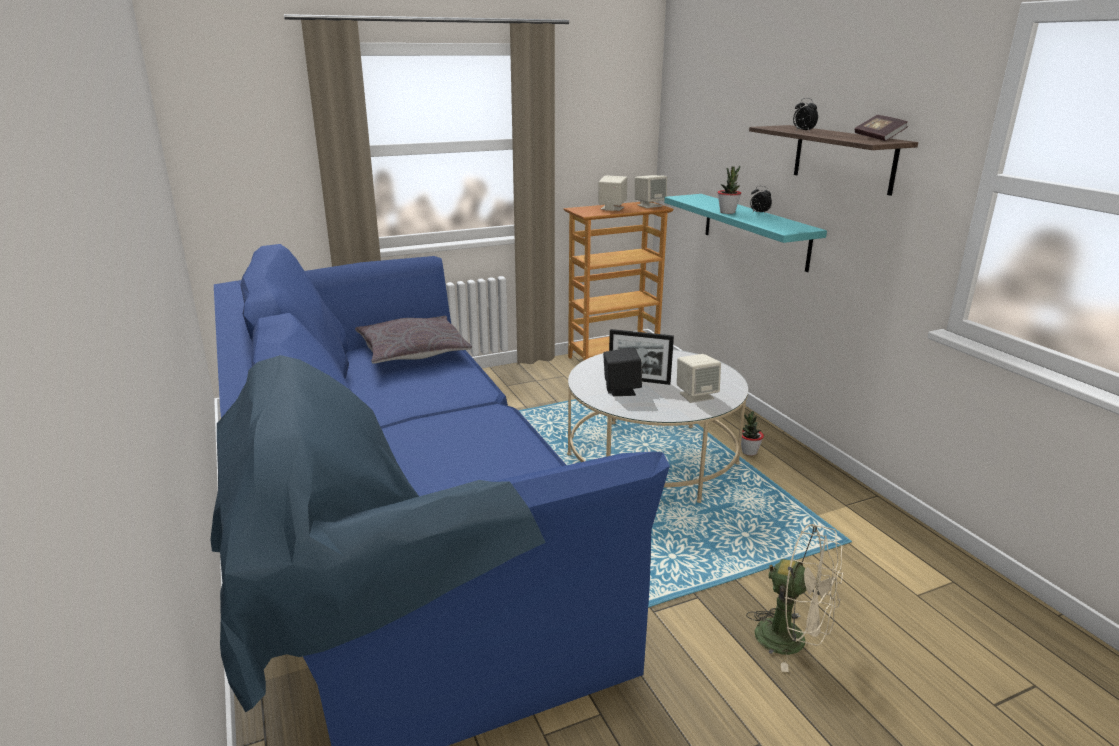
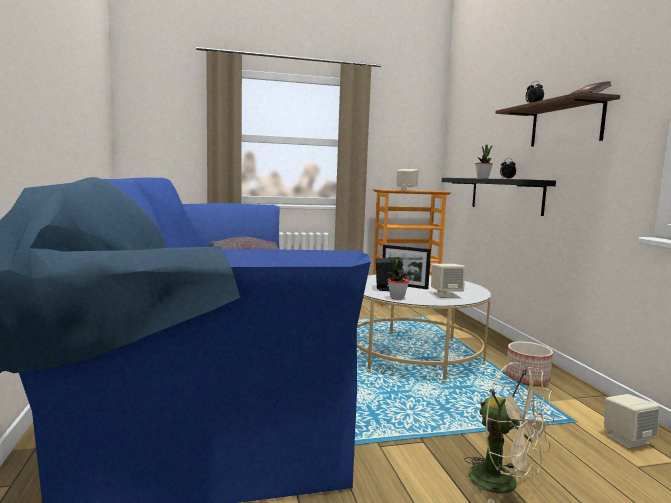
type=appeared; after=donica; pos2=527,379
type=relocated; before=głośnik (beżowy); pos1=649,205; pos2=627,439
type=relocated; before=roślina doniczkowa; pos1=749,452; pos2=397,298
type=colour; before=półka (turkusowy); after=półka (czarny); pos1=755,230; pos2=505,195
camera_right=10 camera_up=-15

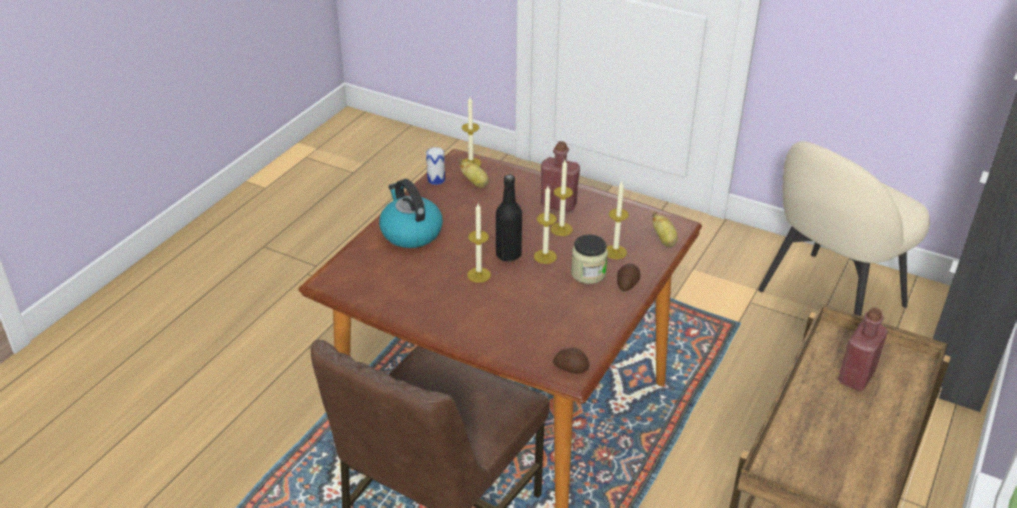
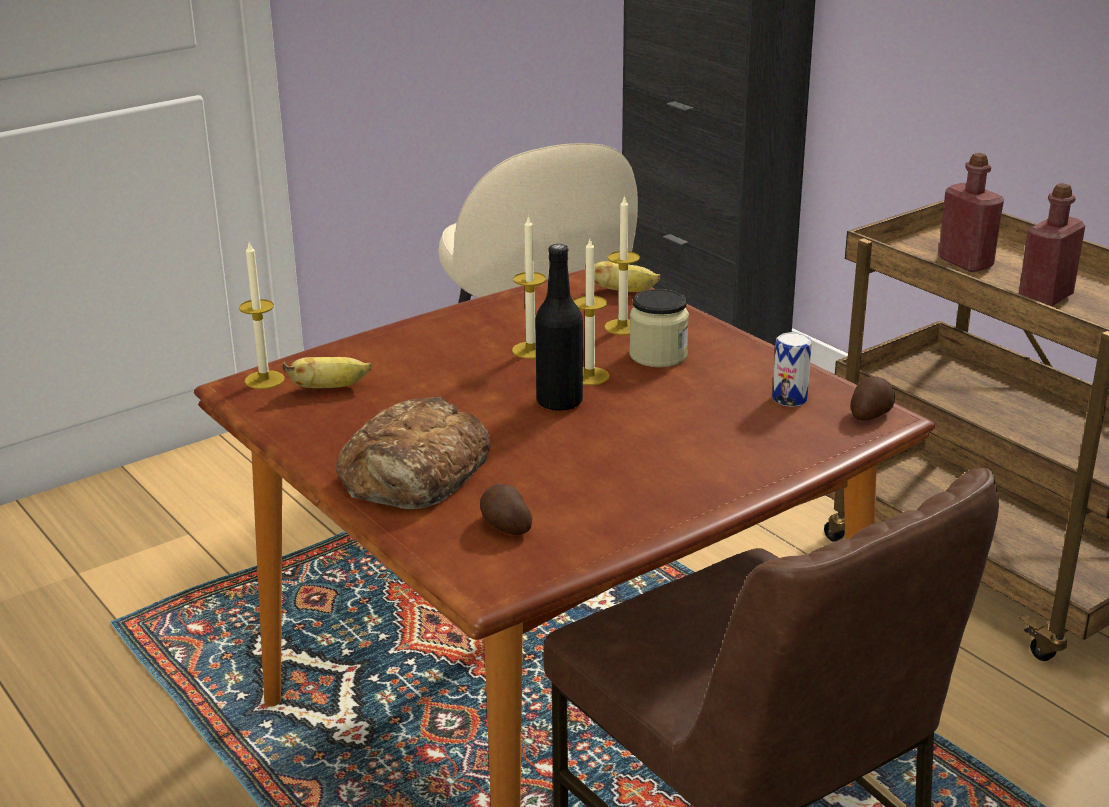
type=missing; before=świeca; pos1=479,275
type=relocated; before=puszka; pos1=436,180; pos2=789,398
type=relocated; before=butelka (czerwony); pos1=558,205; pos2=1045,298
type=relocated; before=ziemniak; pos1=627,284; pos2=505,526
type=exchanged; before=czajnik; after=chleb; pos1=410,232; pos2=415,472
camera_right=-65 camera_up=-10

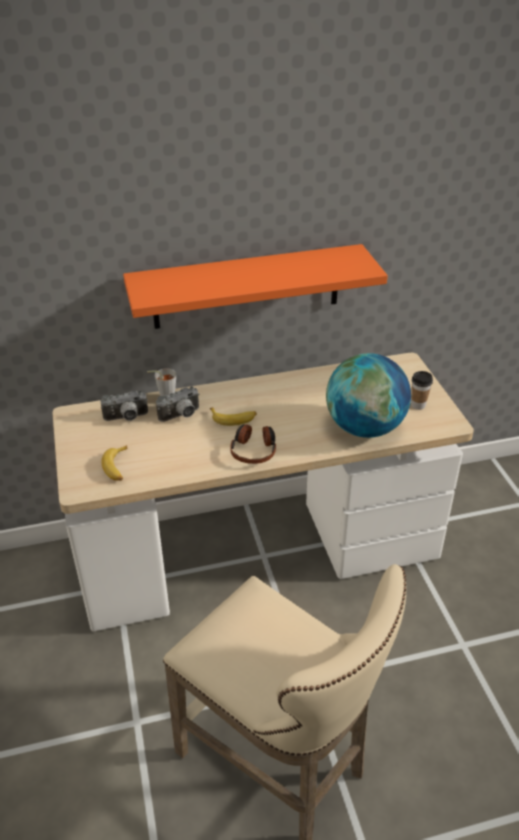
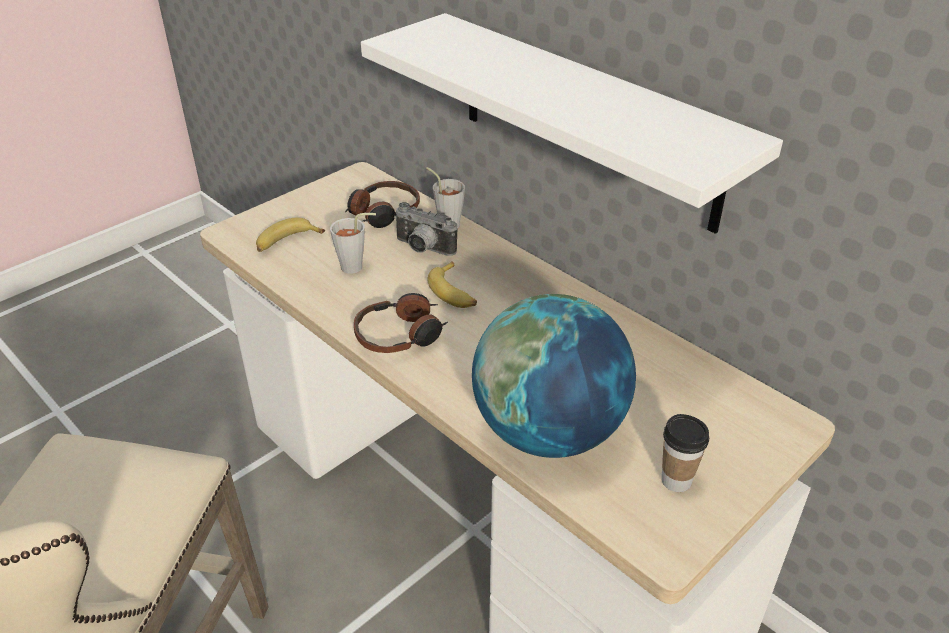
type=appeared; after=filiżanka (szary); pos2=357,267
type=exchanged; before=aparat fotograficzny; after=słuchawki; pos1=126,418; pos2=383,212
type=colour; before=półka (pomarańczowy); after=półka (biały); pos1=246,287; pos2=586,120
camera_right=60 camera_up=0

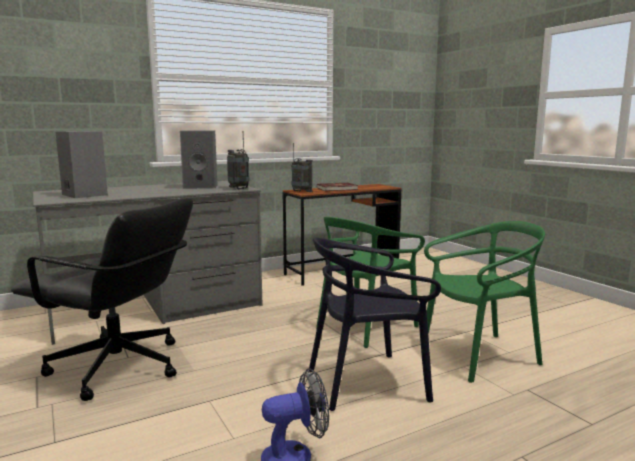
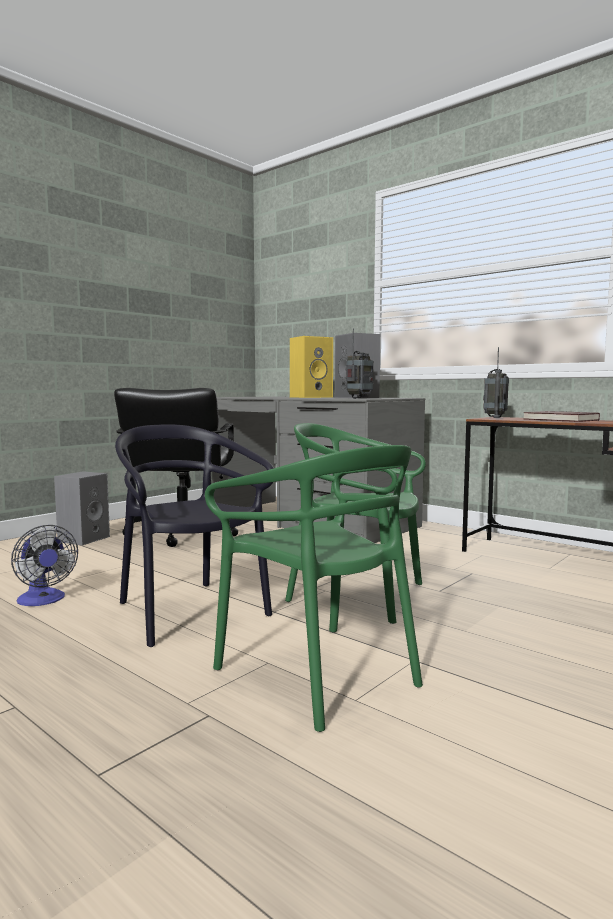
type=appeared; after=głośnik (żółty); pos2=311,397
type=relocated; before=głośnik (szary); pos1=83,195; pos2=84,538
camera_right=70 camera_up=-5

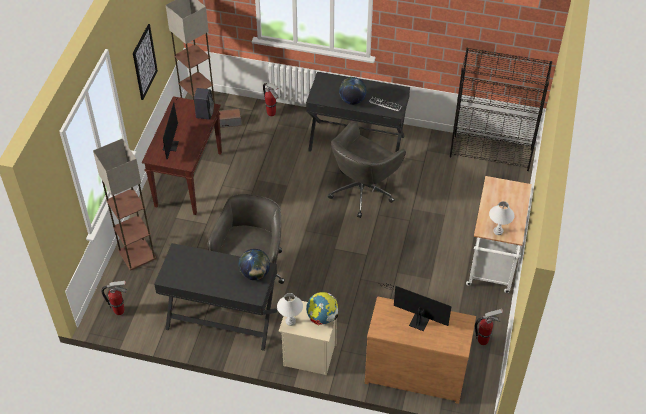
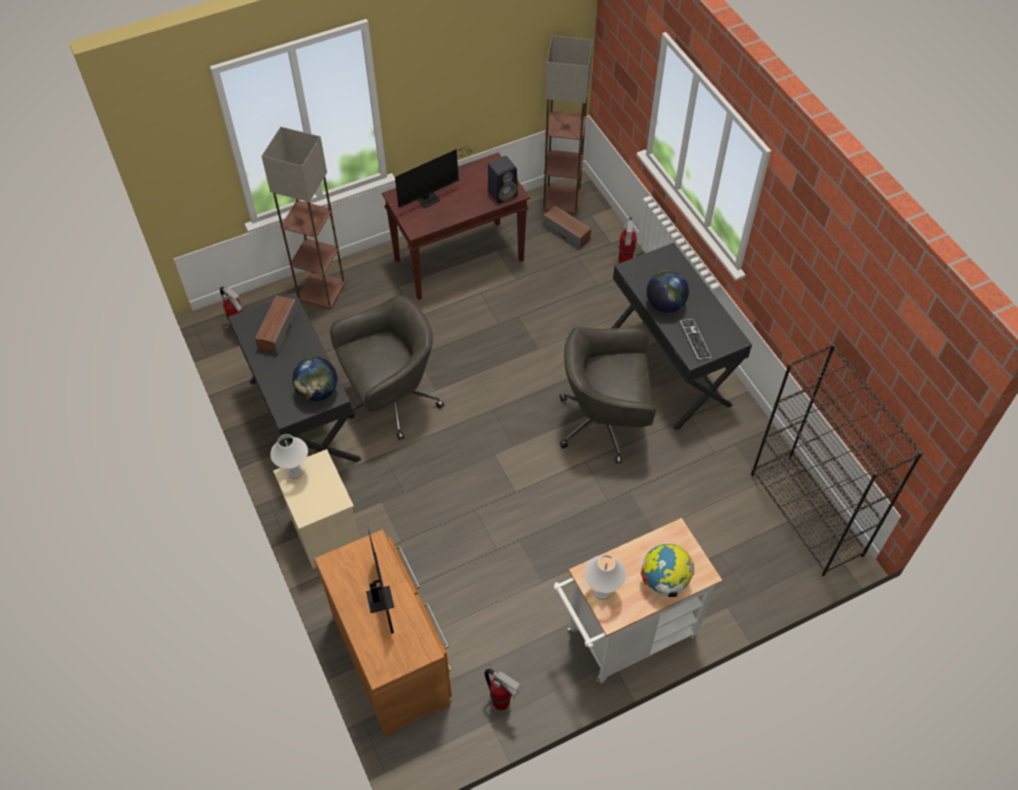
type=missing; before=obraz; pos1=144,62
type=appeared; after=głośnik; pos2=278,330
type=relocated; before=globus; pos1=322,317; pos2=664,581
camera_right=50 camera_up=5

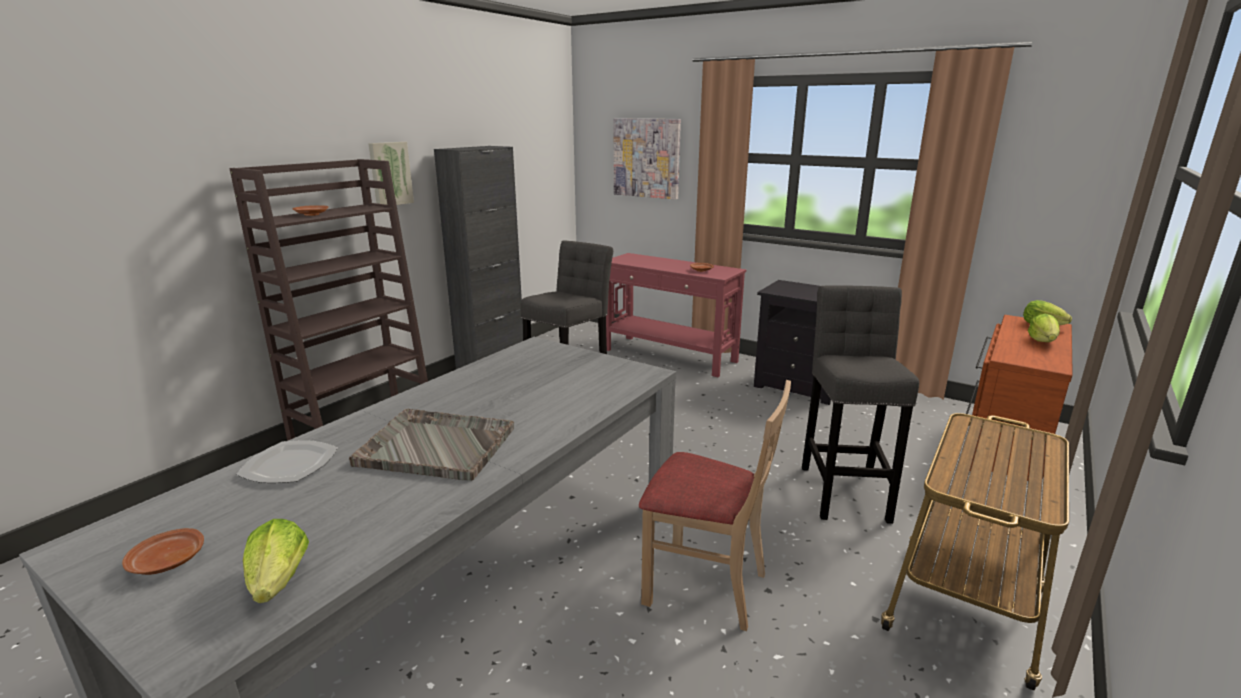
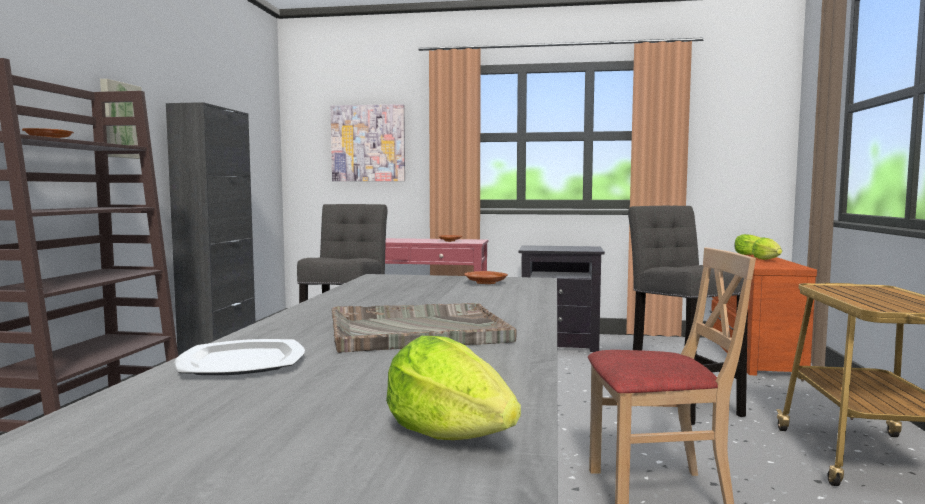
type=relocated; before=talerz (brązowy); pos1=167,562; pos2=486,283
camera_right=-25 camera_up=-15

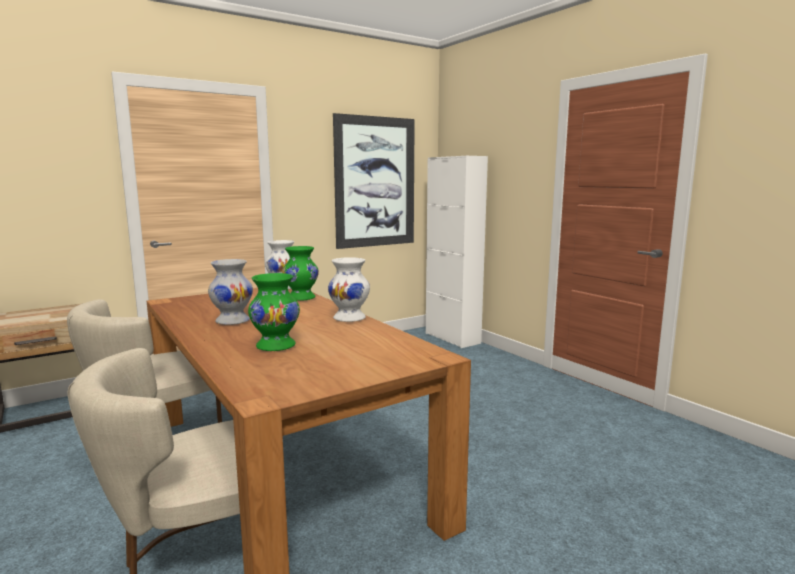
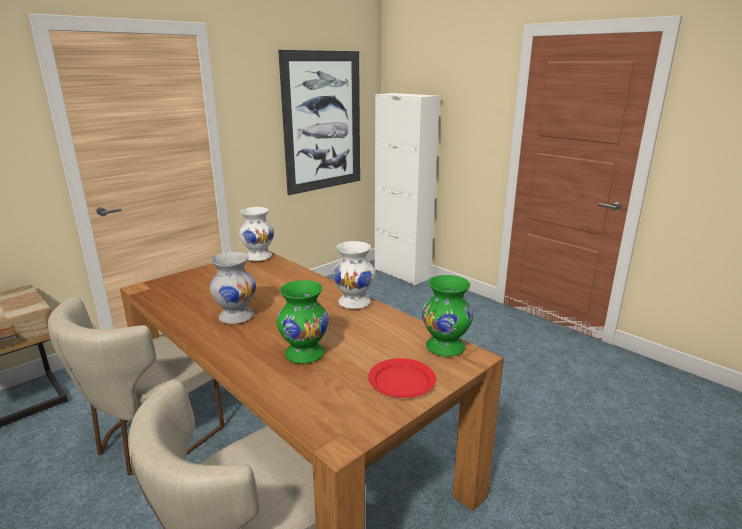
type=appeared; after=talerz (czerwony); pos2=401,381
type=relocated; before=wazon (zielony); pos1=301,298; pos2=444,347
camera_right=-10 camera_up=10

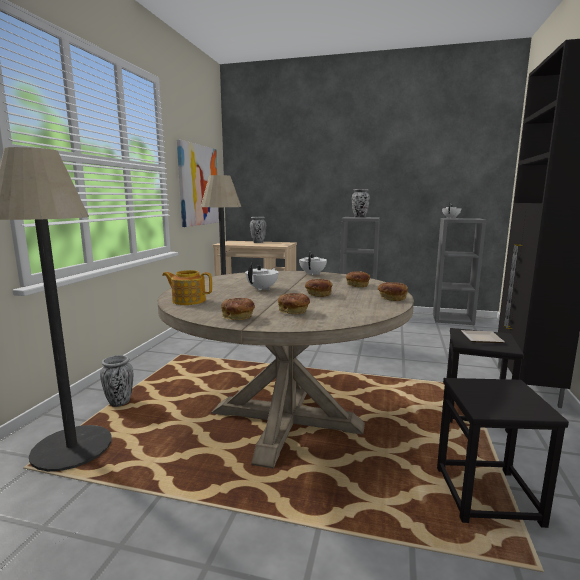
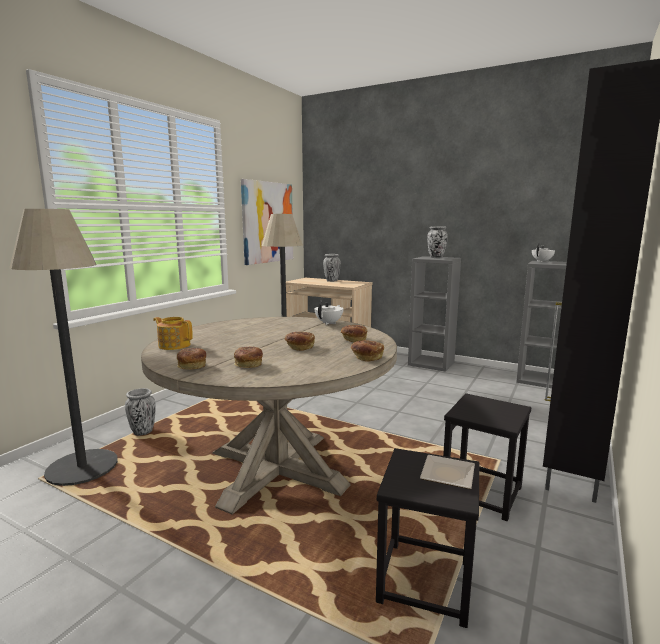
type=missing; before=imbryk (biały); pos1=262,289
type=relocated; before=talerz; pos1=482,338; pos2=449,474
camera_right=15 camera_up=0

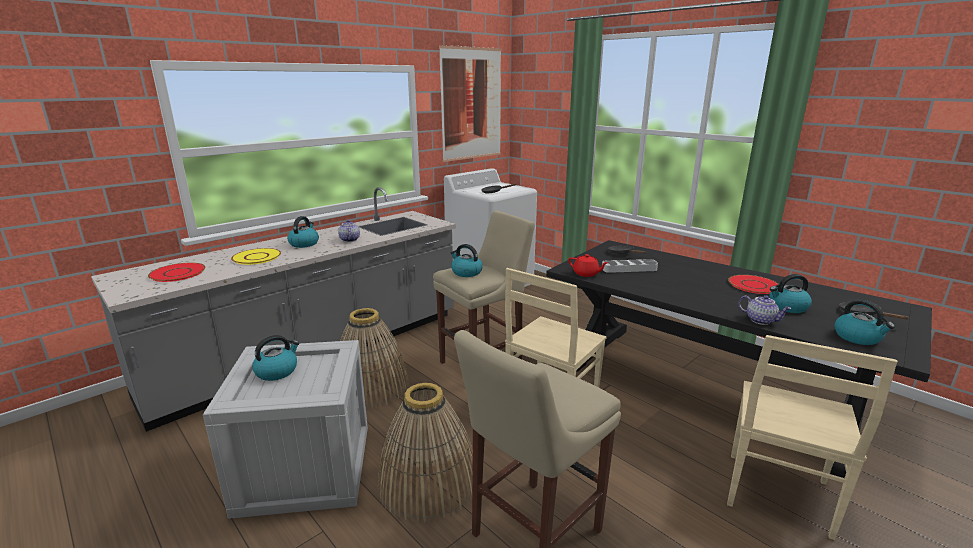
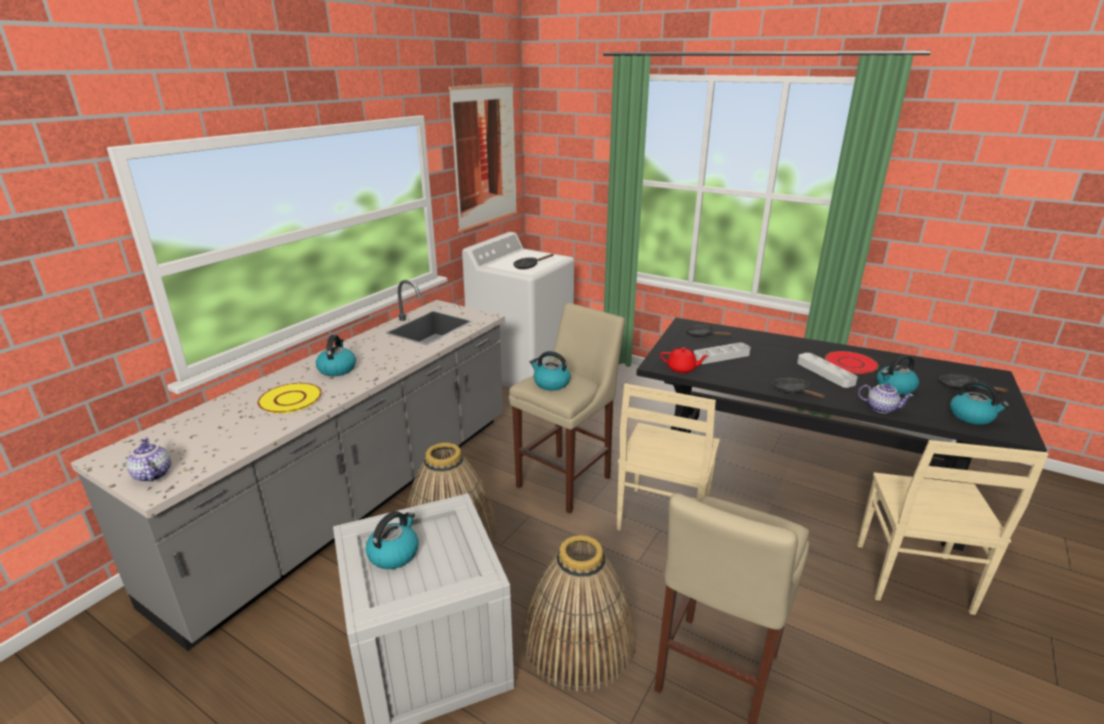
type=missing; before=talerz (czerwony); pos1=178,273
type=appeared; after=patelnia (czarny); pos2=792,391
type=appeared; after=taca (szary); pos2=825,373
type=relocated; before=imbryk; pos1=349,240; pos2=152,474
camera_right=-15 camera_up=5

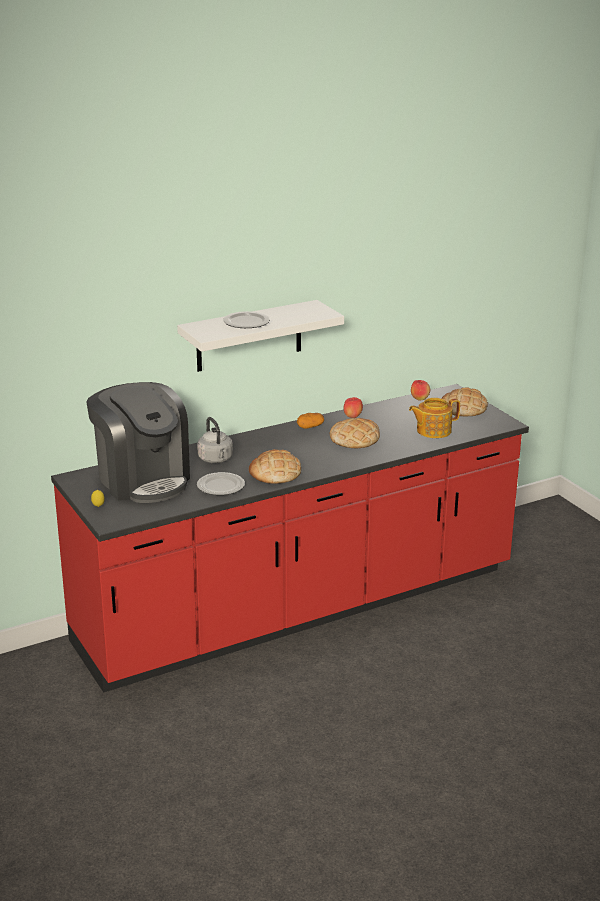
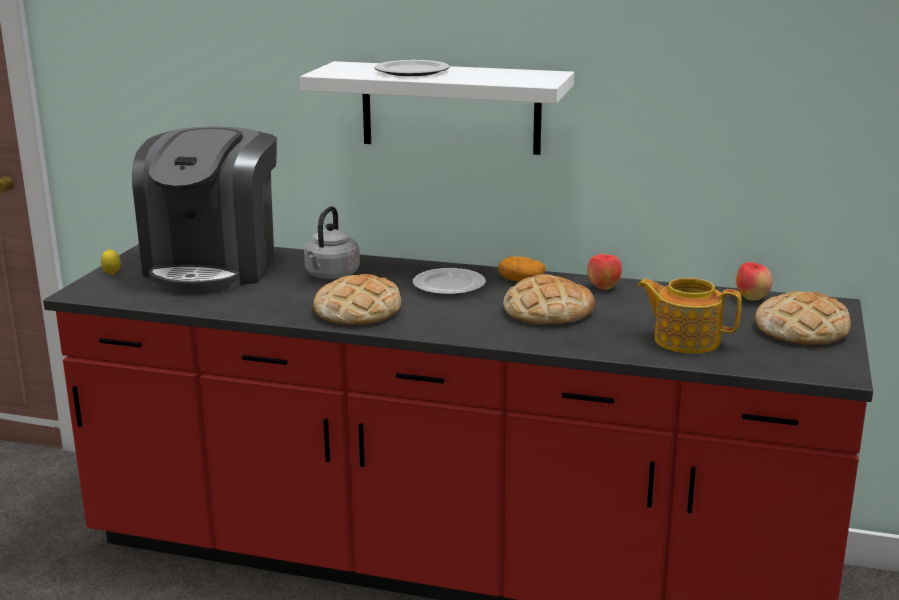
type=relocated; before=talerz; pos1=221,487; pos2=449,286
camera_right=45 camera_up=-5

